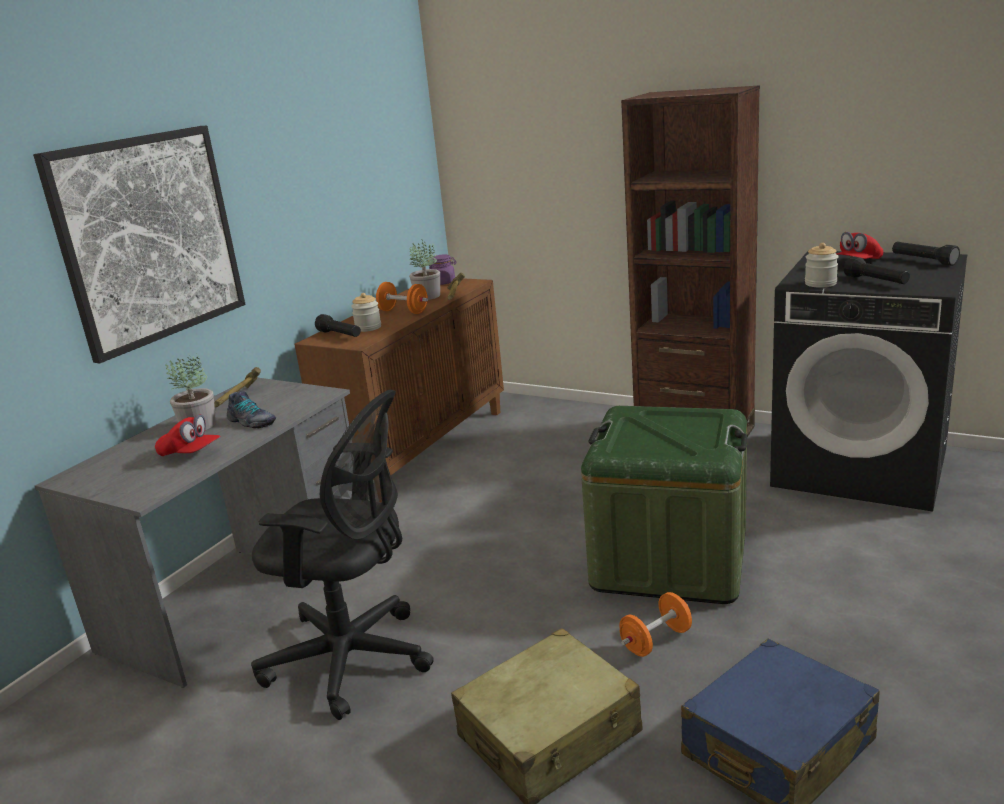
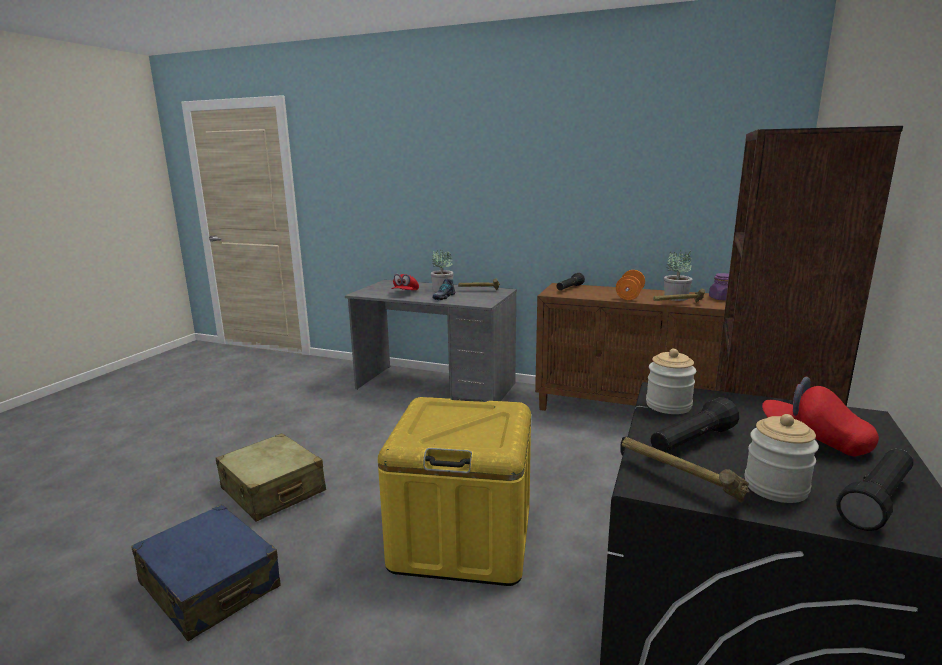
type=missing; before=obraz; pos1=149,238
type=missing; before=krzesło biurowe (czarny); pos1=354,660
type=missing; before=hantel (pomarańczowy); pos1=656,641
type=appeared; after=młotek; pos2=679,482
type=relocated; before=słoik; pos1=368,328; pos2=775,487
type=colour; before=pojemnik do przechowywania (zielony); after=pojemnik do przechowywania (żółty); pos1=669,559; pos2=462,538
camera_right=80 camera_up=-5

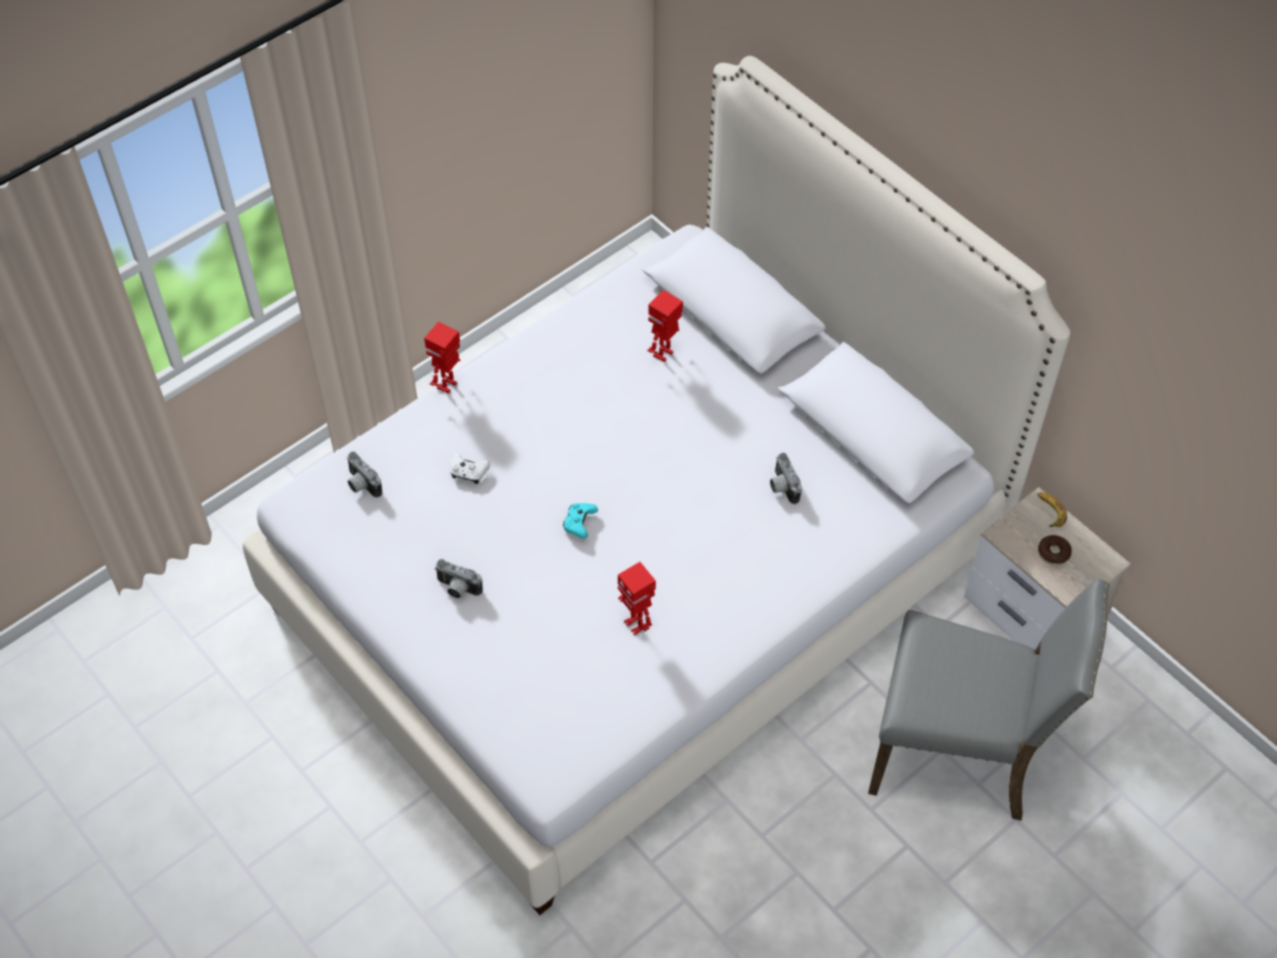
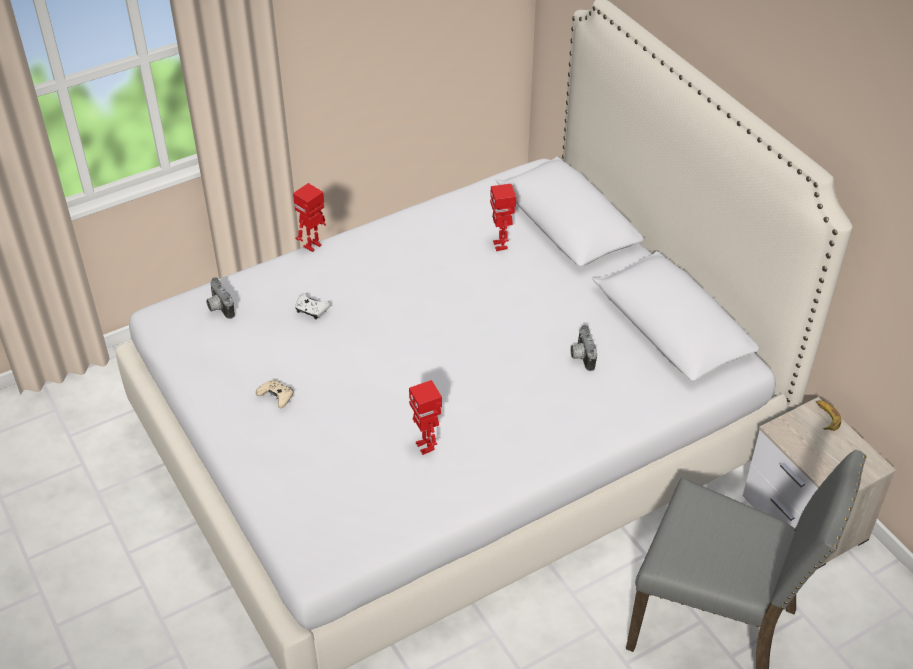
type=missing; before=pad do gier (turkusowy); pos1=579,523
type=missing; before=donut; pos1=1053,553
type=exchanged; before=aparat fotograficzny; after=pad do gier (beżowy); pos1=457,589; pos2=276,397
type=spun; before=robot zabawkowy; pos1=664,354; pos2=501,245; turn=-60
camera_right=10 camera_up=-10

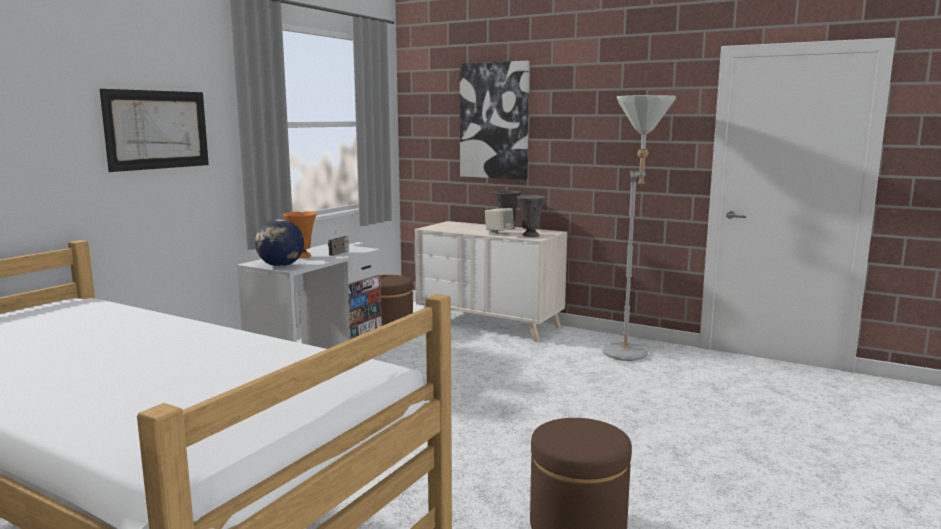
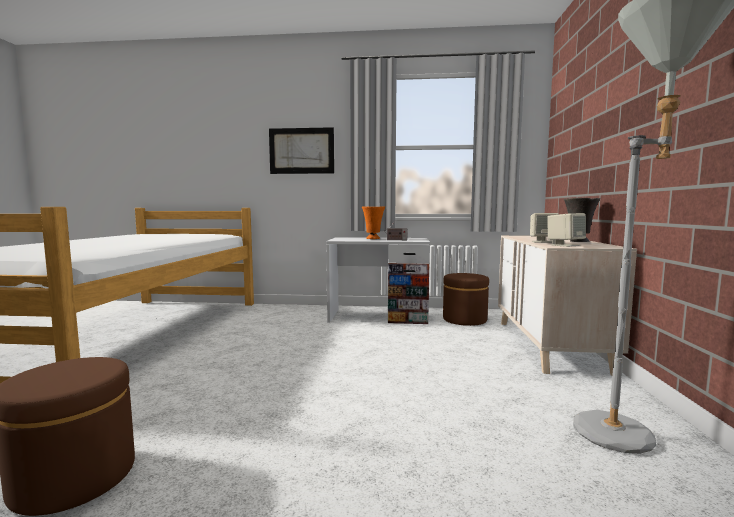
type=missing; before=globus; pos1=281,266
type=missing; before=obraz; pos1=494,121
type=exchanged; before=wazon (szary); after=głośnik (beżowy); pos1=530,235; pos2=565,245
camera_right=65 camera_up=-5

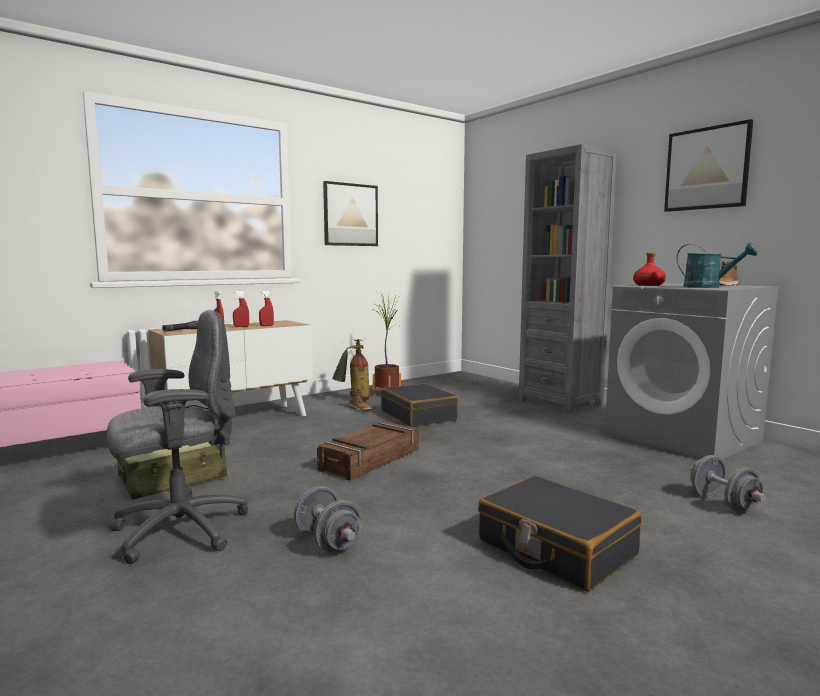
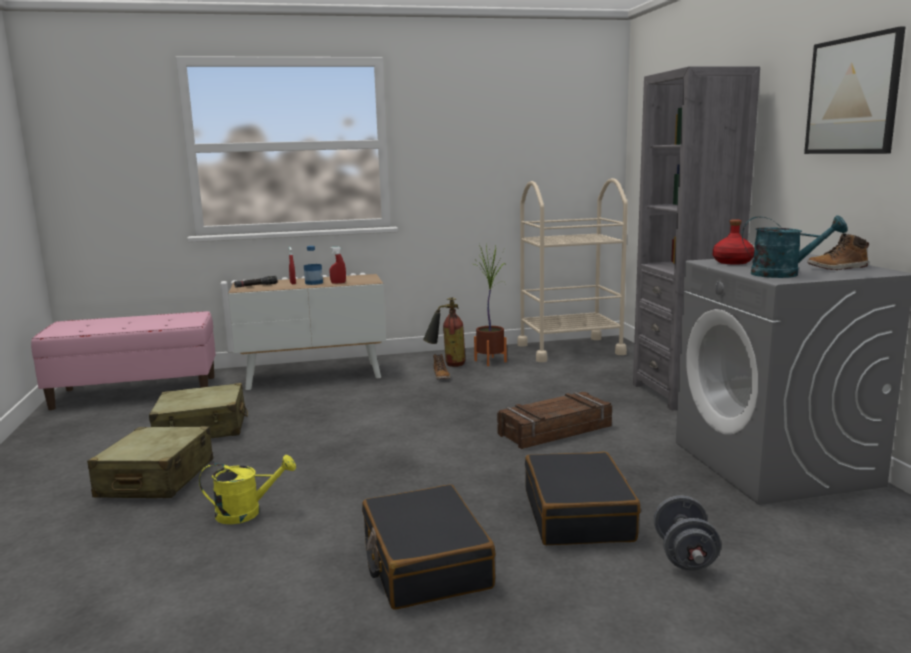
type=missing; before=obraz; pos1=350,215
type=appeared; after=wózek (beżowy); pos2=570,349
type=relocated; before=skrzynka; pos1=370,459; pos2=554,430
type=relocated; before=walizka (czarny); pos1=419,415; pos2=578,515
type=exchanged; before=krzesło biurowe (szary); after=walizka (beżowy); pos1=178,530; pos2=156,479
type=exchanged; before=spryskiwacz (czerwony); after=butelka; pos1=241,326; pos2=314,283
type=exchanged; before=hantel (szary); after=konewka (żółty); pos1=328,541; pos2=247,512
type=spun; before=konewka (turkusowy); pos1=709,287; pos2=784,274; turn=-45
camera_right=25 camera_up=5

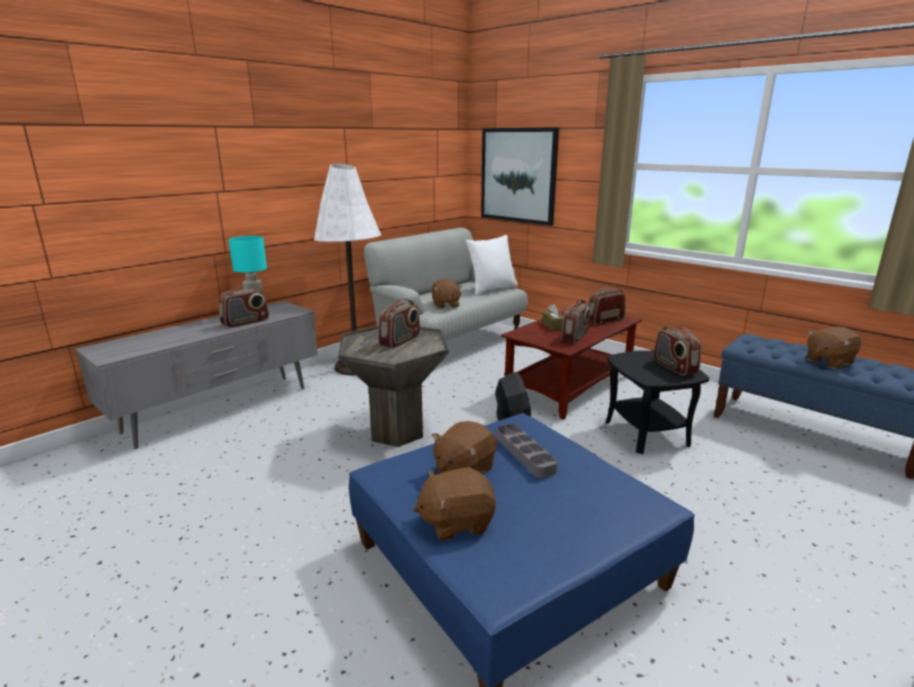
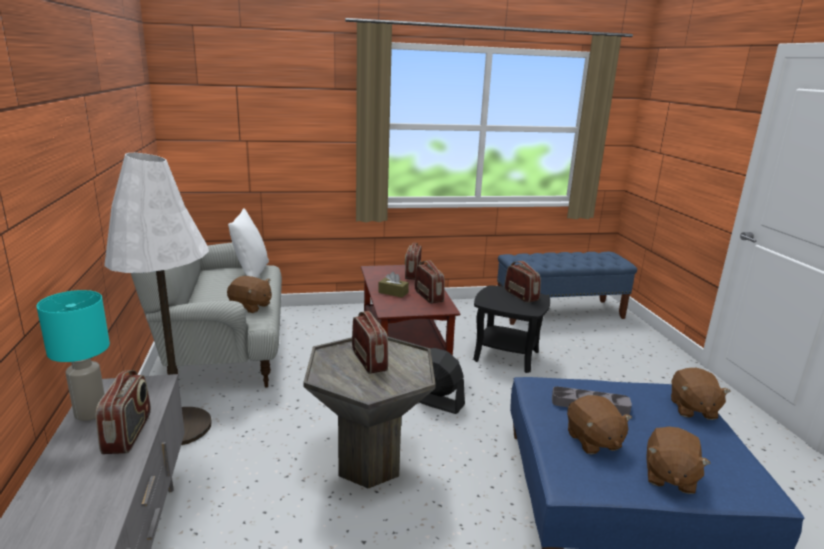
type=missing; before=obraz; pos1=518,175
type=relocated; before=pluszak (brązowy); pos1=828,361; pos2=692,409
type=spun; before=radio; pos1=674,367; pos2=521,296; turn=-135
camera_right=-55 camera_up=0

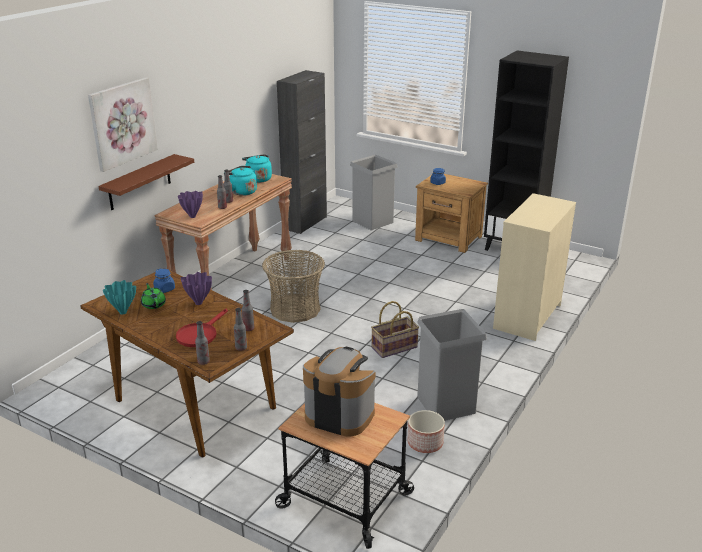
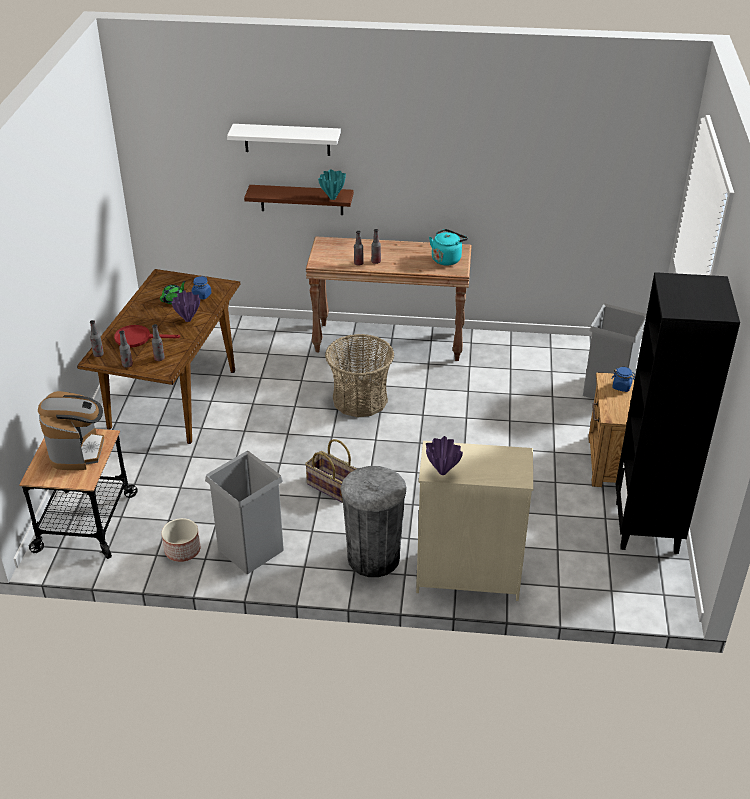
type=missing; before=czajnik (turkusowy); pos1=242,192
type=missing; before=szafka (czarny); pos1=305,223
type=appeared; after=kosz na śmieci (szary); pos2=373,558
type=relocated; before=wazon (turkusowy); pos1=123,312; pos2=333,198
type=relocated; before=wazon (fioletowy); pos1=192,217; pos2=441,472
type=exchanged; before=obraz; after=półka (biały); pos1=122,123; pos2=287,139
camera_right=65 camera_up=10

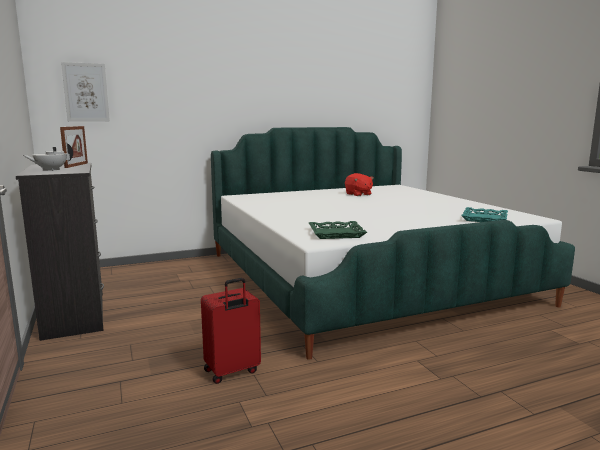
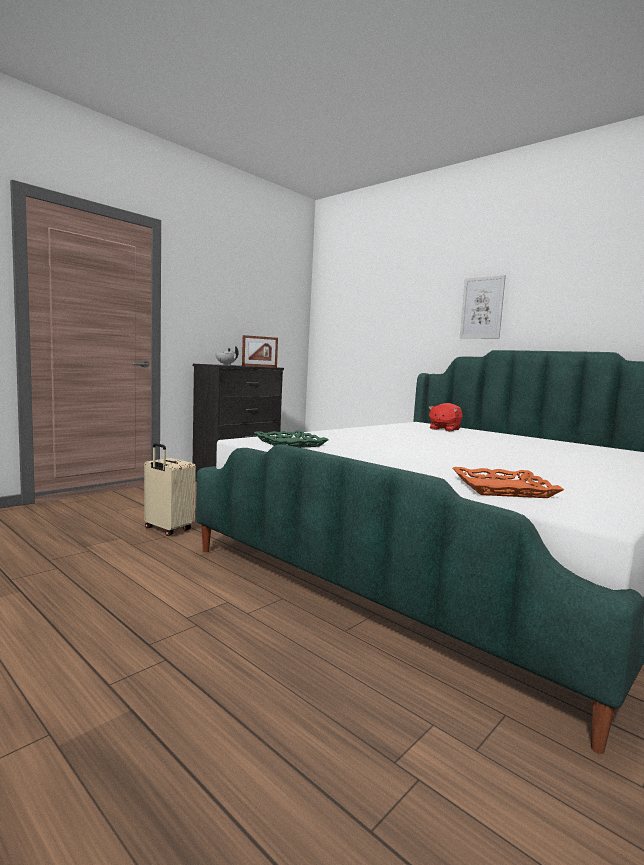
type=relocated; before=obraz; pos1=86,92; pos2=482,307
type=relocated; before=pluszak (czerwony); pos1=358,194; pos2=444,429
type=colour; before=walizka (czerwony); after=walizka (beżowy); pos1=232,372; pos2=167,529
type=colour; before=taca (turkusowy); after=taca (pomarańczowy); pos1=484,219; pos2=502,488
camera_right=65 camera_up=-5

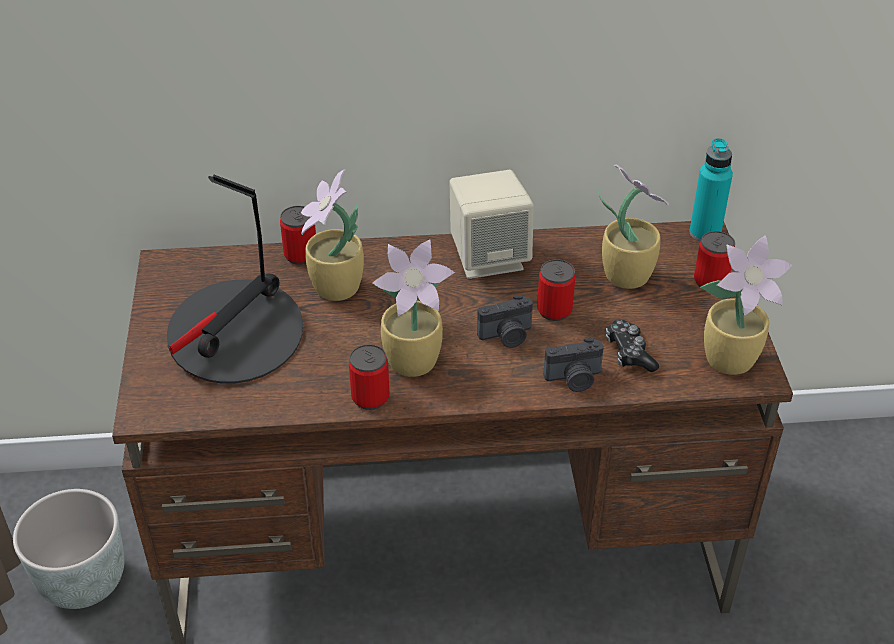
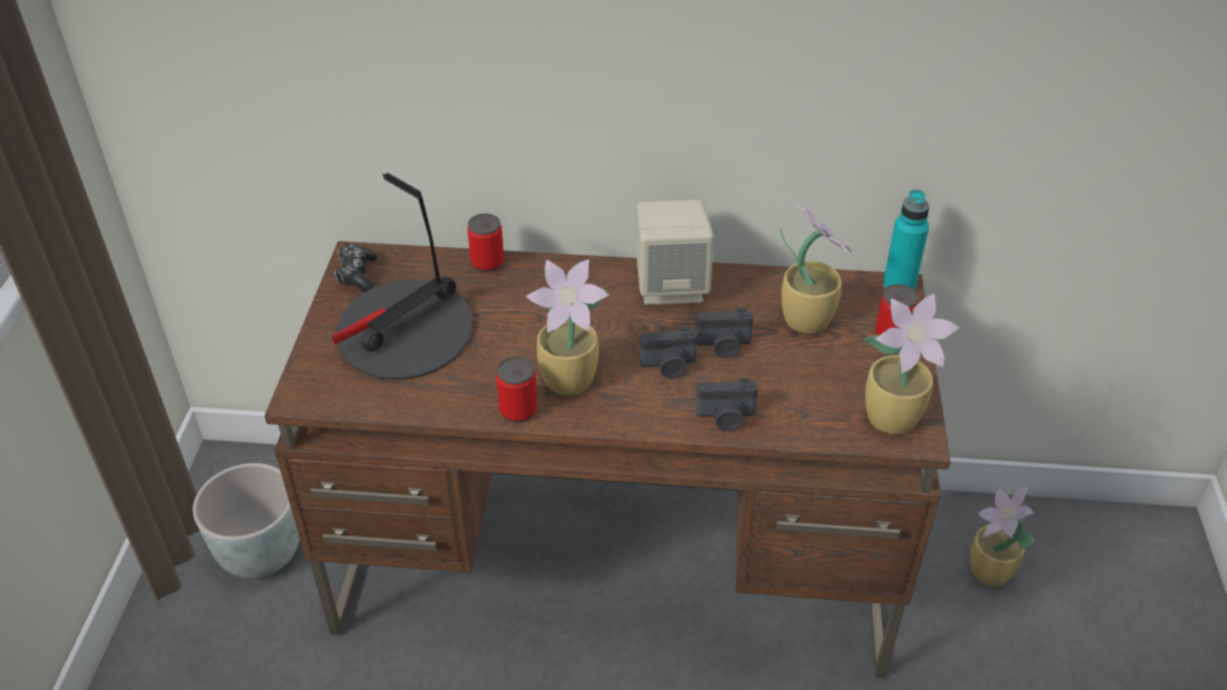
type=relocated; before=roślina doniczkowa; pos1=336,289; pos2=989,573
type=relocated; before=pad do gier; pos1=629,353; pos2=357,275
type=exchanged; before=puszka; after=aparat fotograficzny; pos1=554,310; pos2=723,346
camera_right=10 camera_up=0

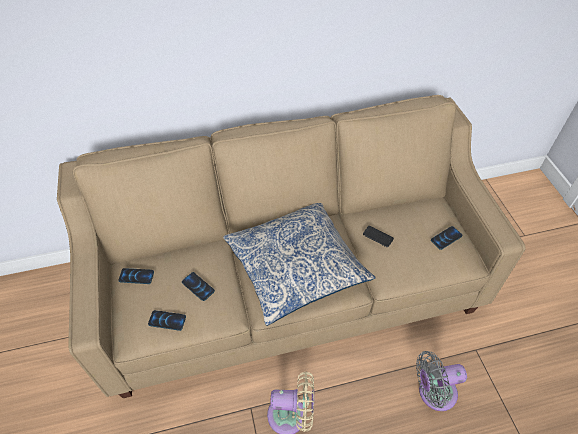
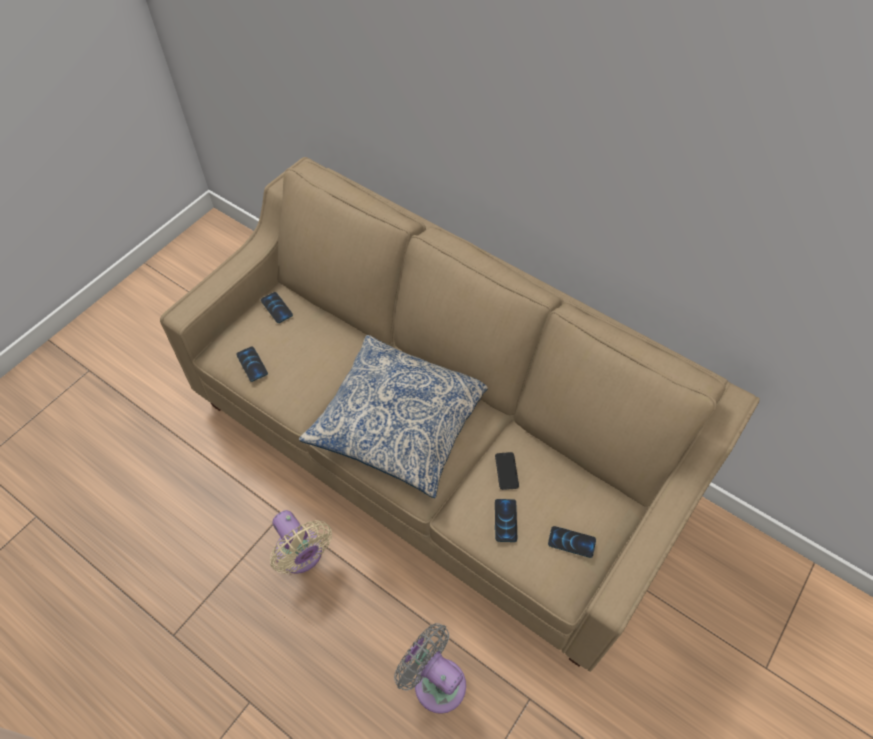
type=relocated; before=telefon; pos1=198,287; pos2=505,520
camera_right=50 camera_up=5

